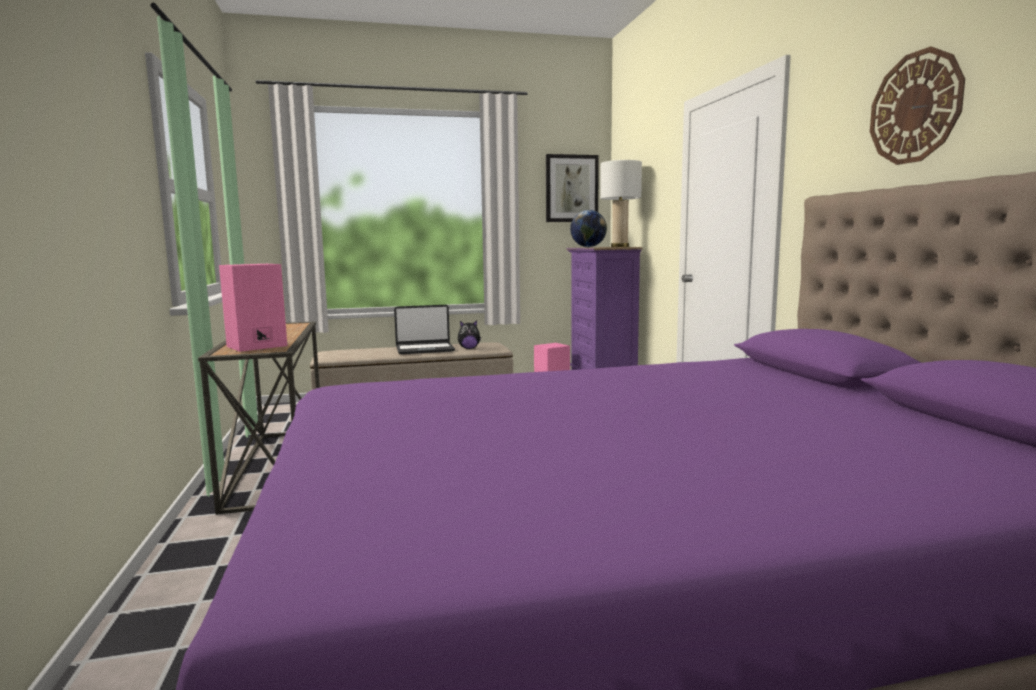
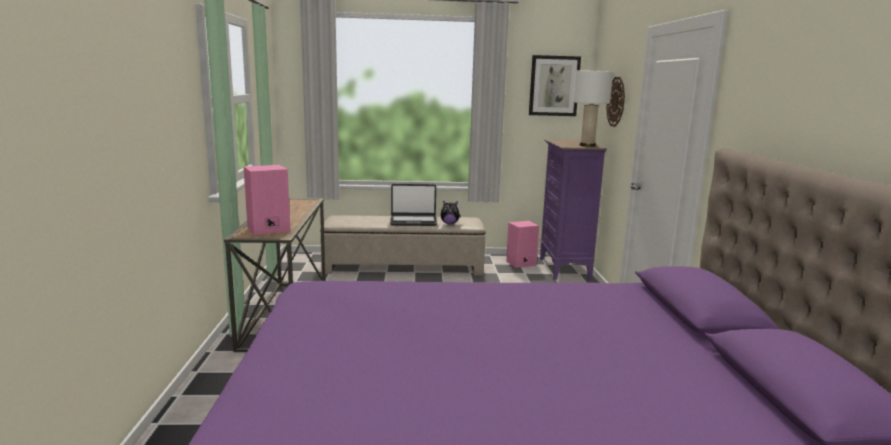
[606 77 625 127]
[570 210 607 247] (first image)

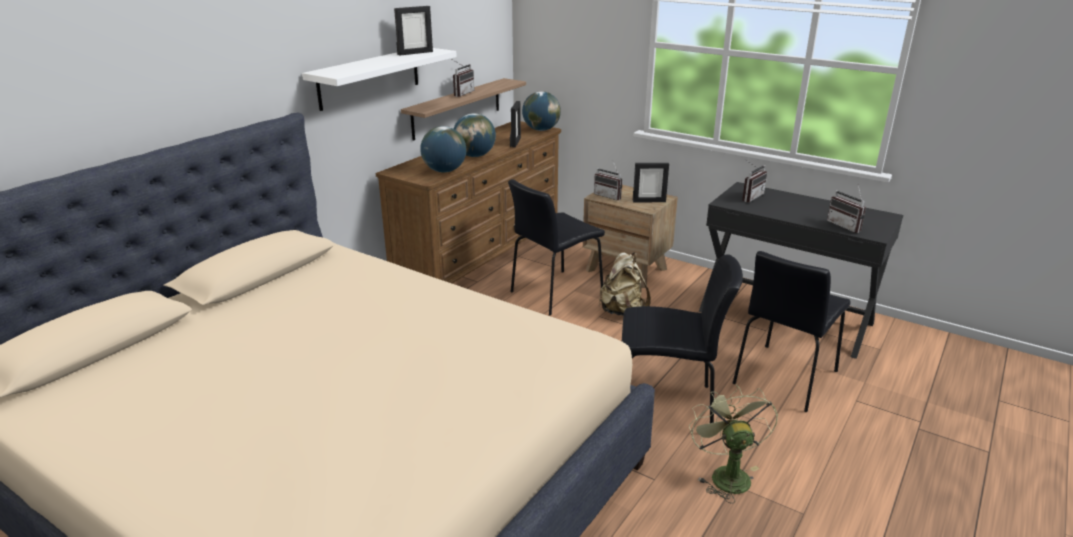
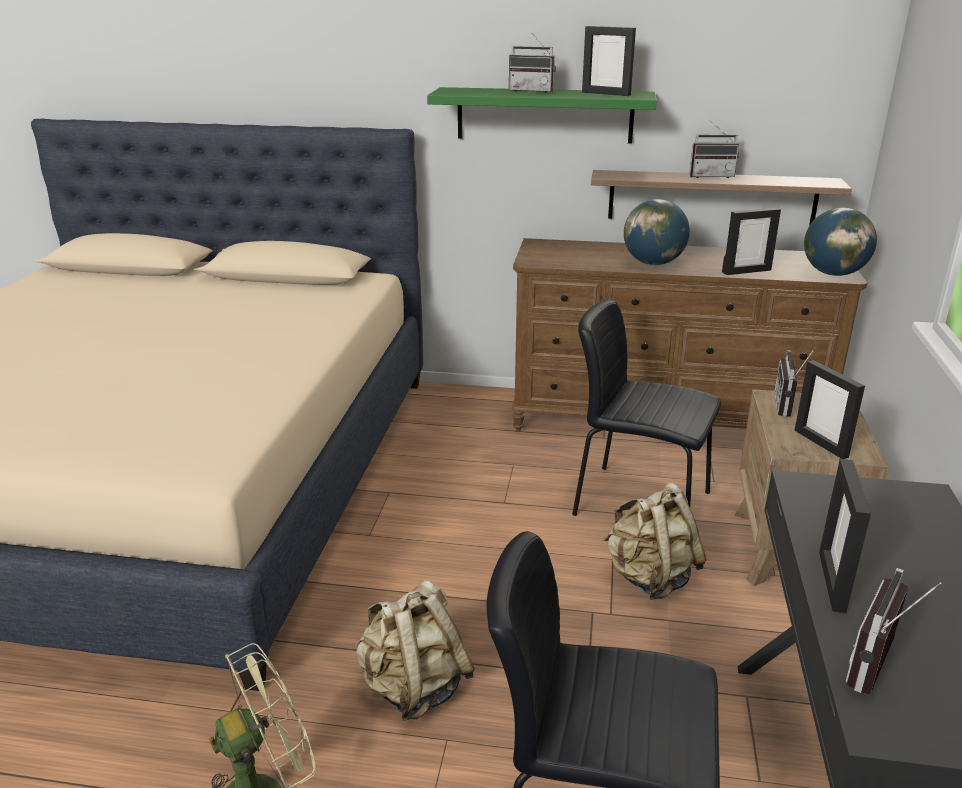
[356 580 475 721]
[427 87 657 144]
[509 33 556 93]
[819 459 871 613]
[420 126 466 173] (first image)

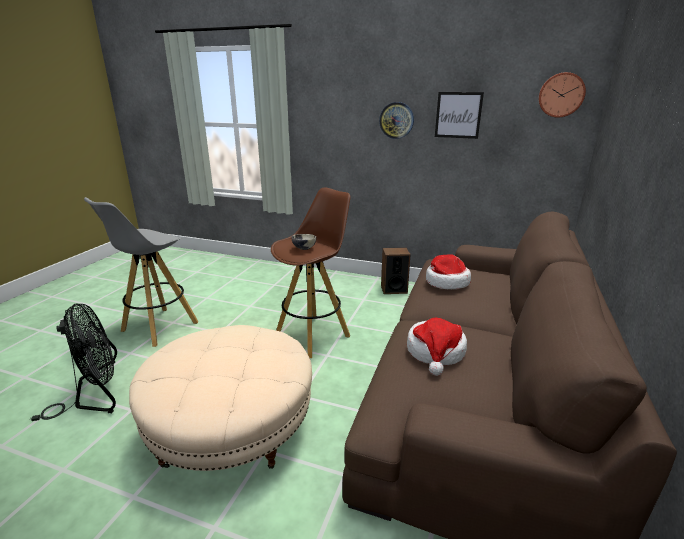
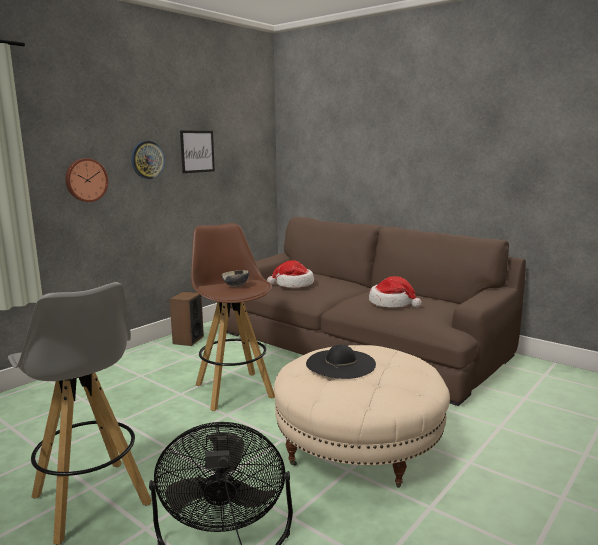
[65 158 108 202]
[306 344 376 379]

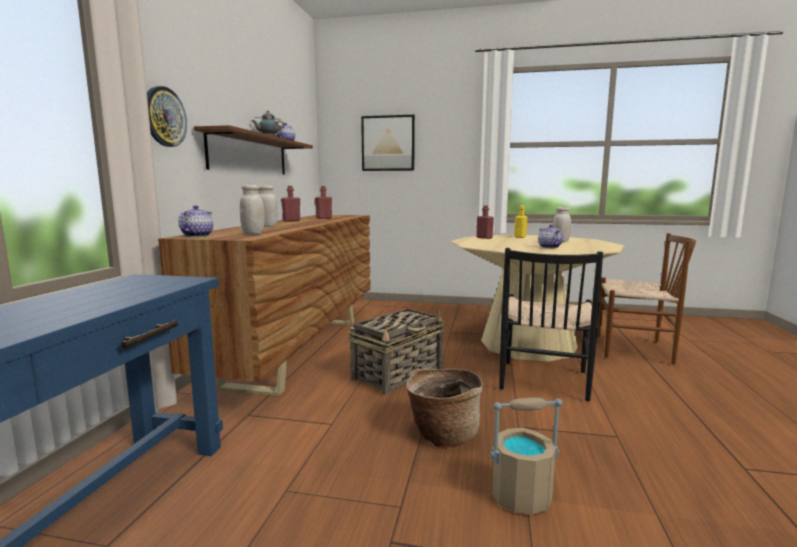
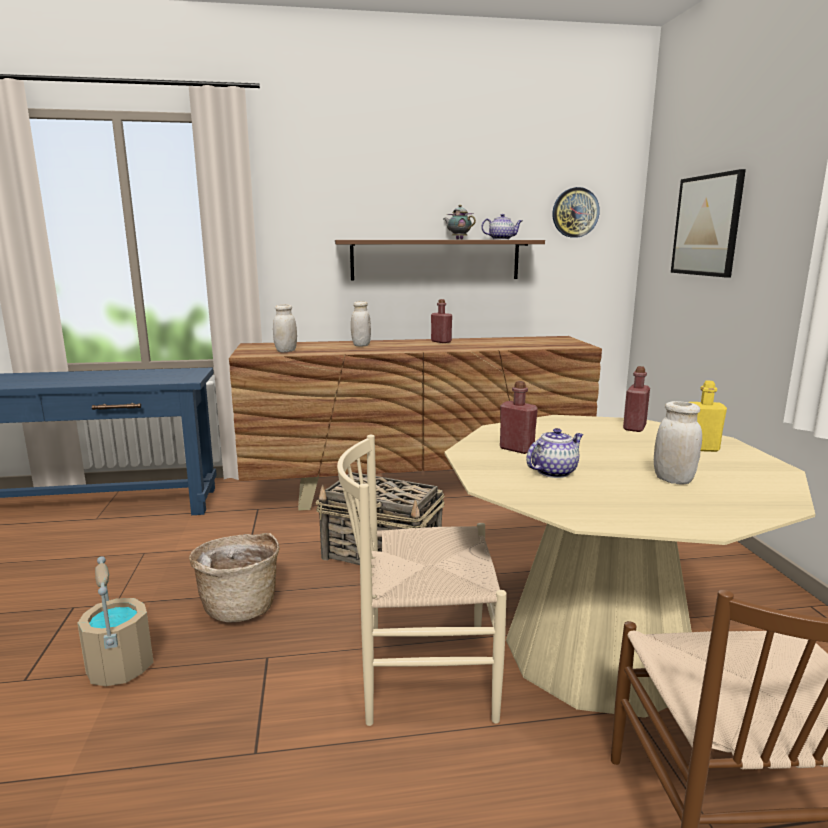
[337 435 507 726]
[500 381 538 454]
[552 187 600 238]
[178 205 213 237] (first image)

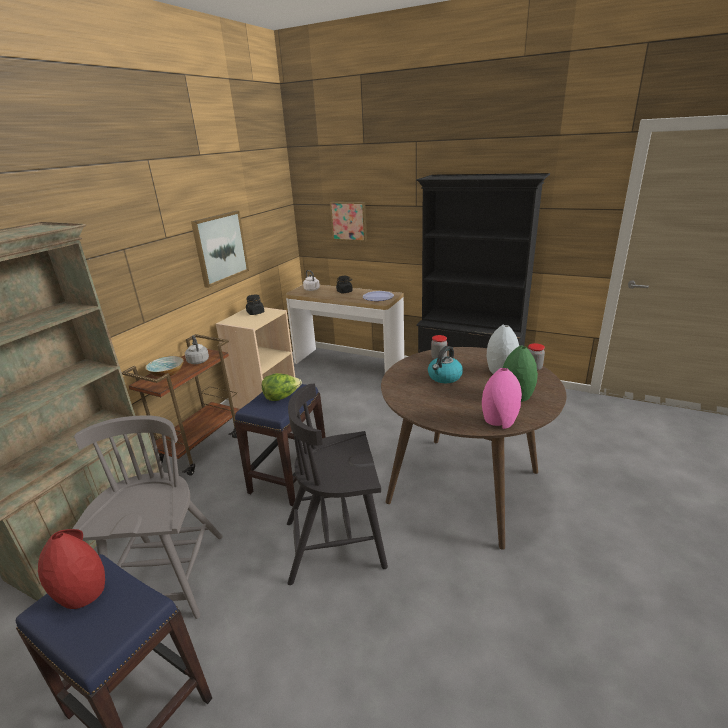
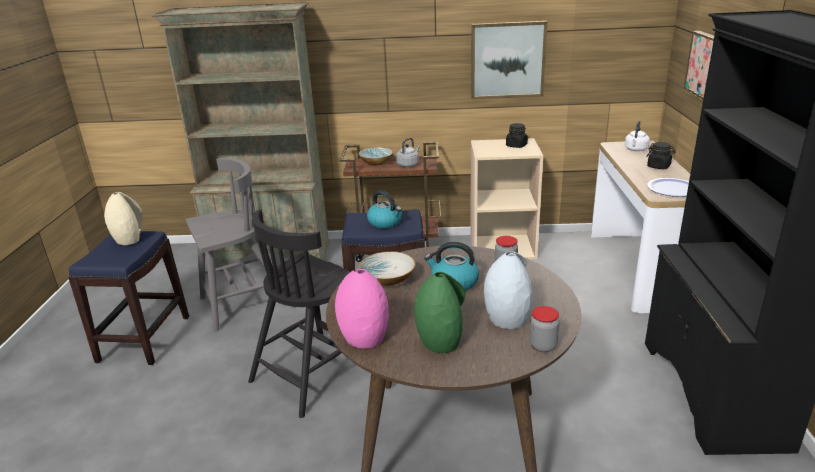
[104 192 142 245]
[248 209 350 418]
[359 251 416 286]
[367 191 402 228]

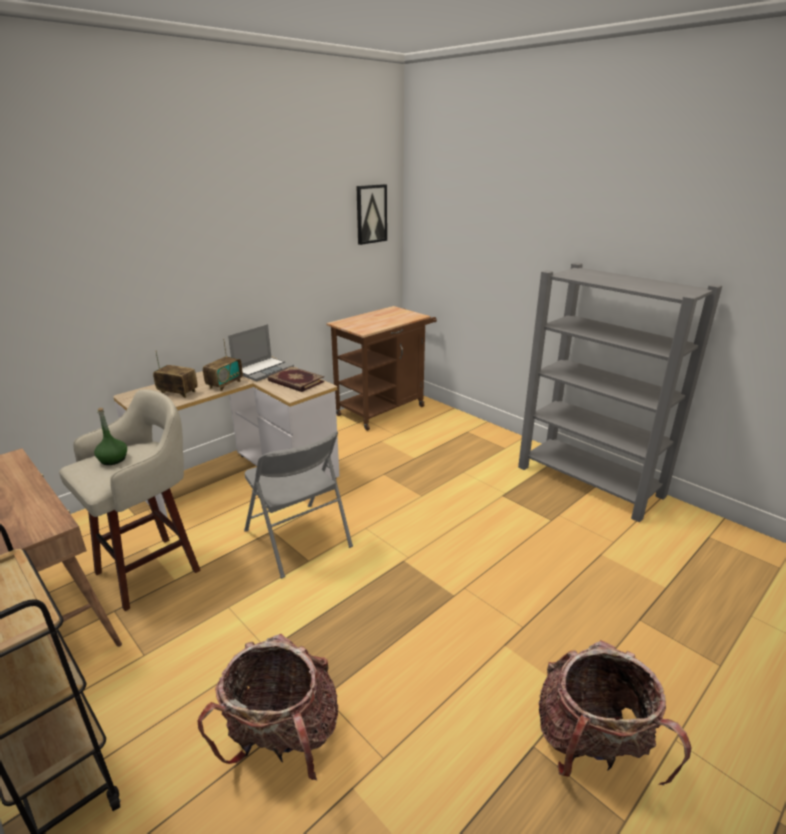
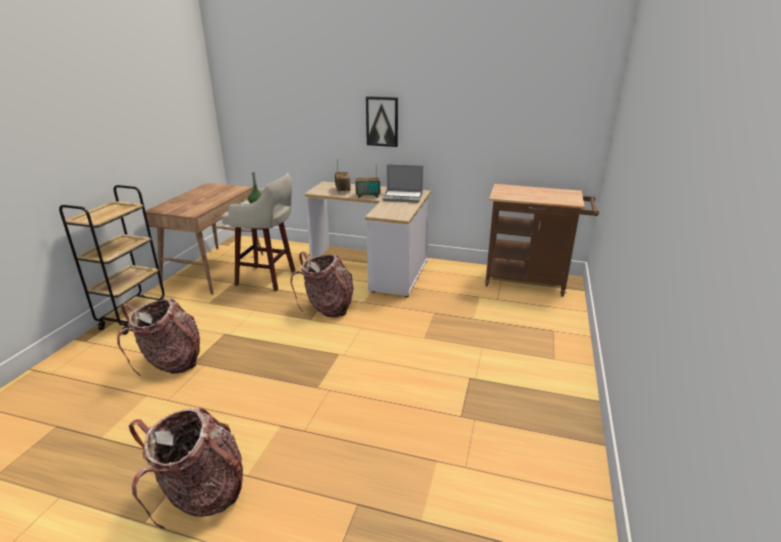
[290 252 354 318]
[366 96 398 147]
[268 366 325 392] (first image)
[518 262 722 522] (first image)

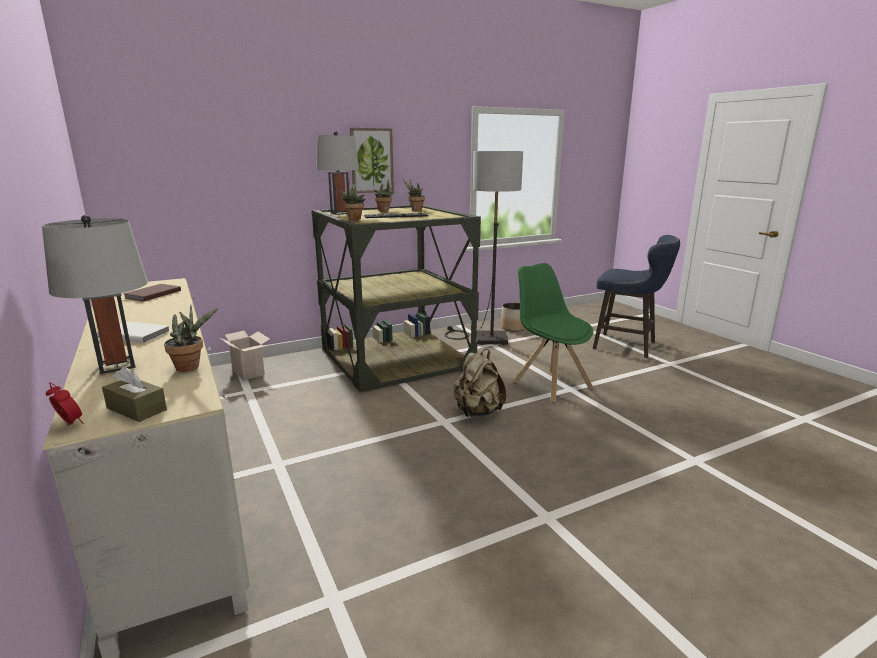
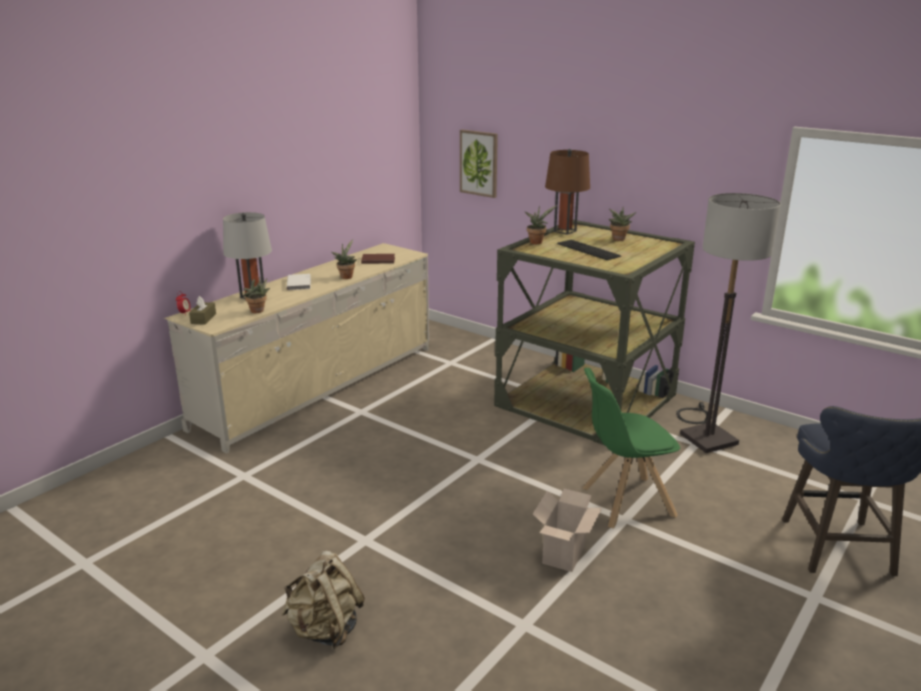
[281 550 365 649]
[331 240 357 279]
[460 130 498 198]
[532 489 602 572]
[545 149 590 235]
[582 368 680 529]
[501 303 525 332] (first image)

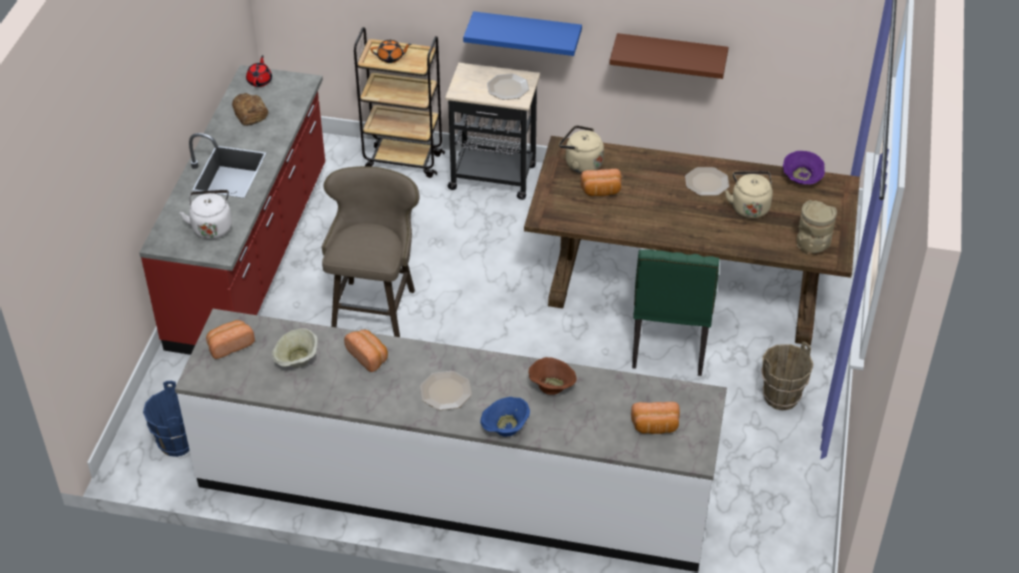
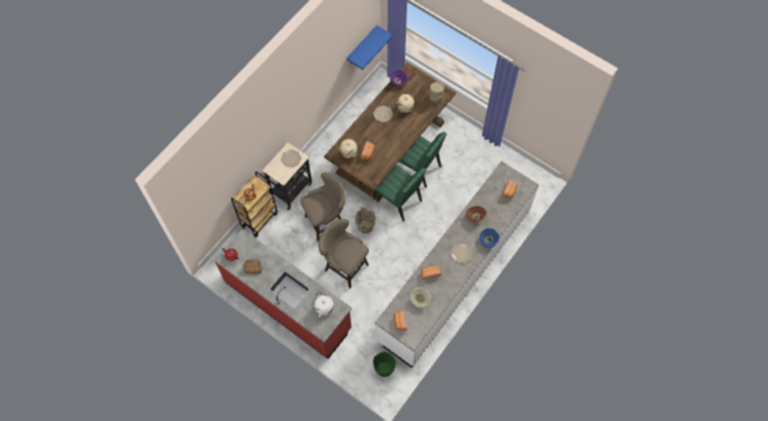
[300 172 346 241]
[346 25 393 70]
[355 207 376 234]
[372 165 426 221]
[373 352 396 377]
[610 33 729 79] (first image)

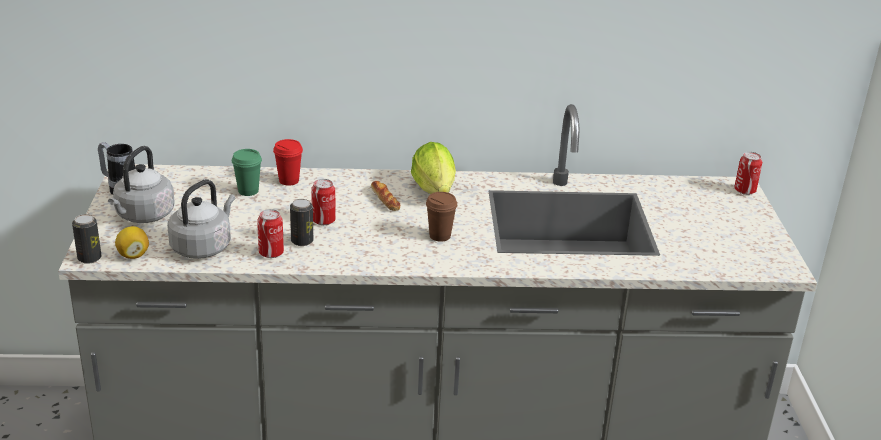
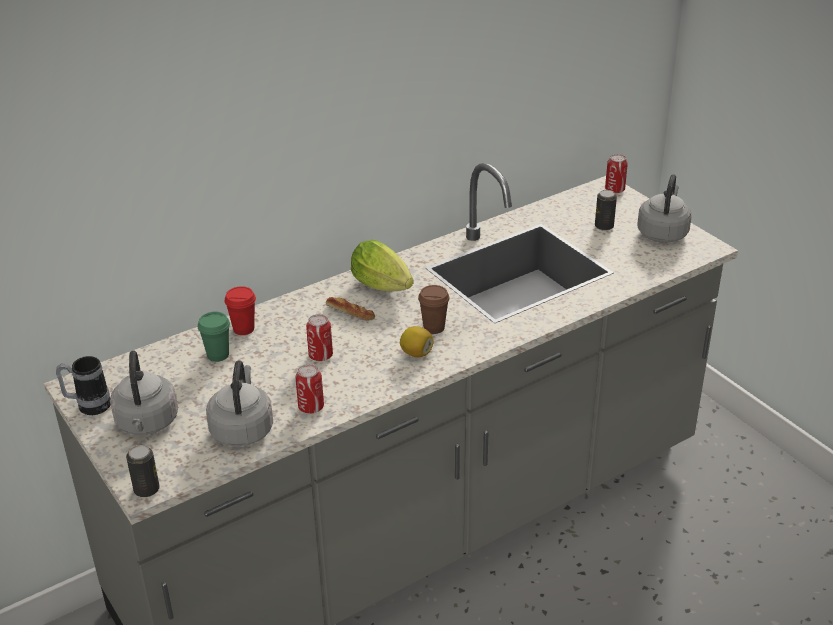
[400 326 433 357]
[595 190 617 231]
[638 174 691 243]

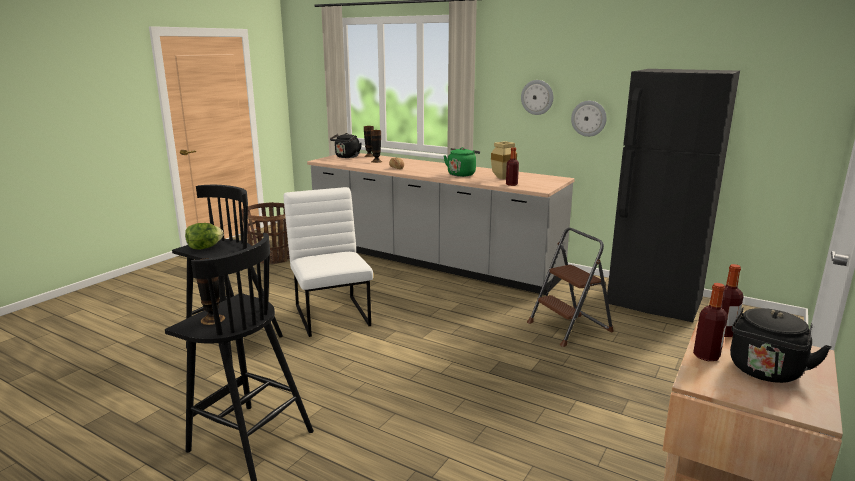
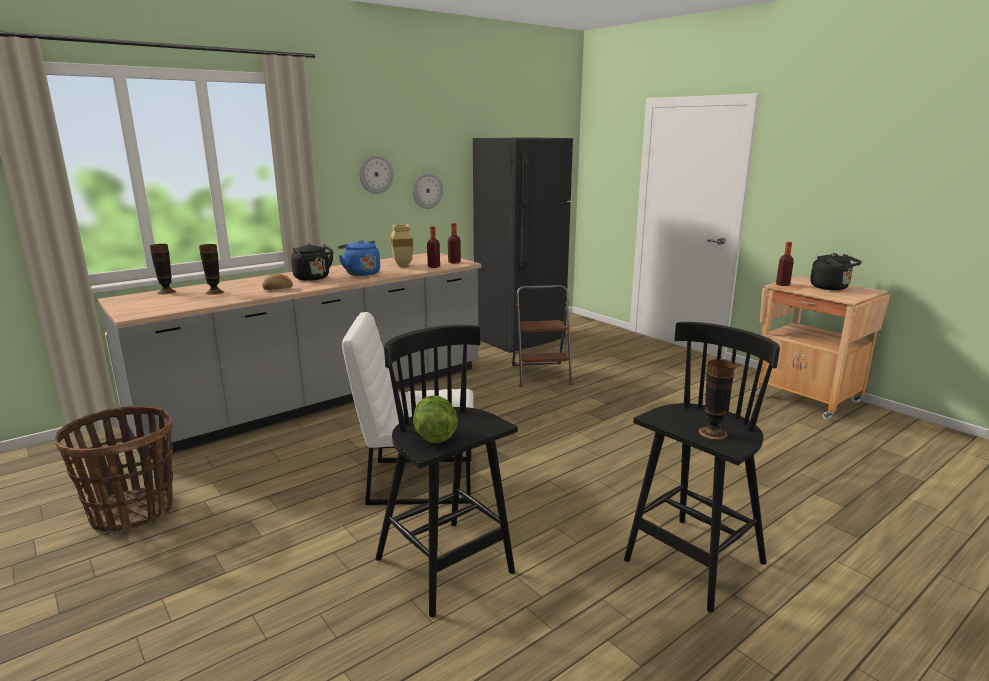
[291 243 334 281]
[338 240 380 276]
[448 223 461 264]

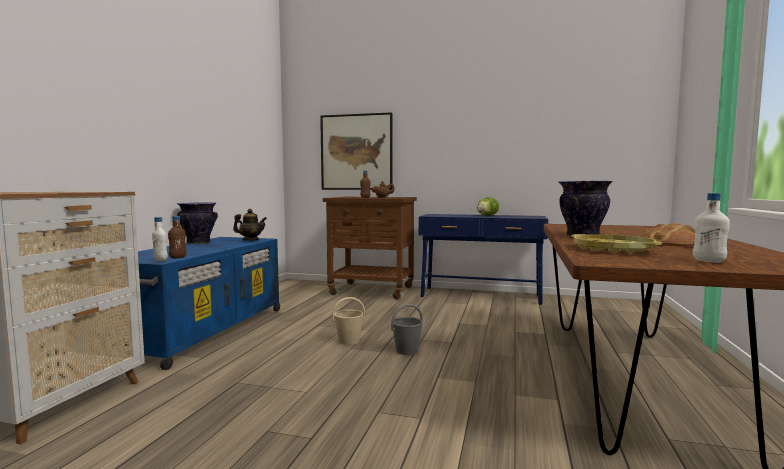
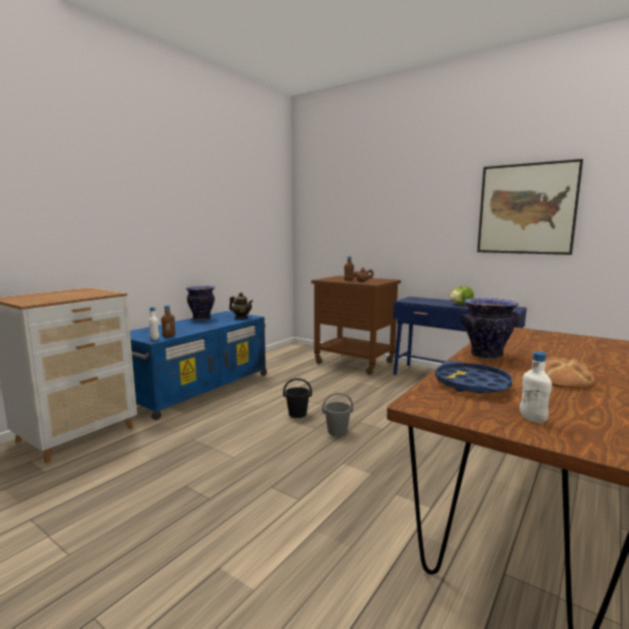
[283 378 312 418]
[435 361 512 394]
[477 159 583 255]

